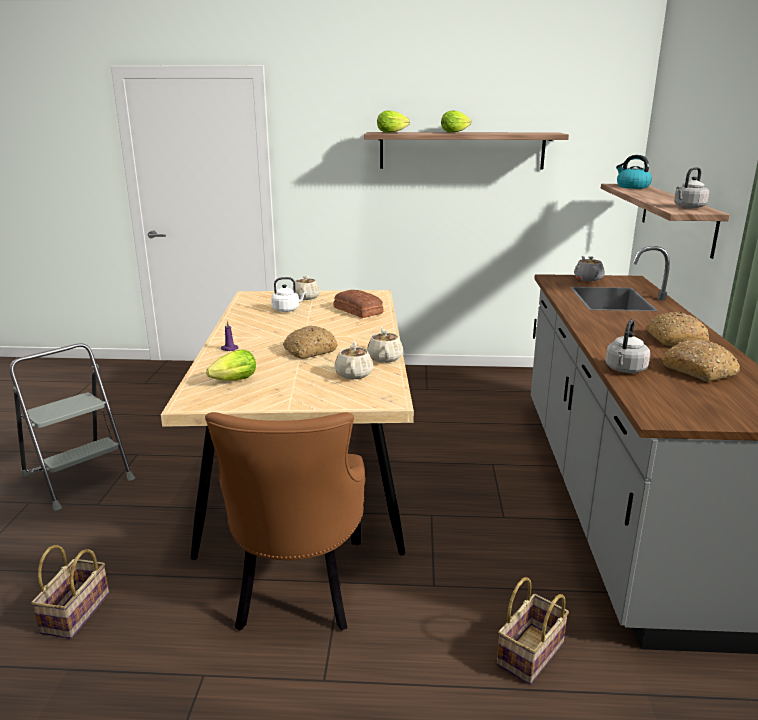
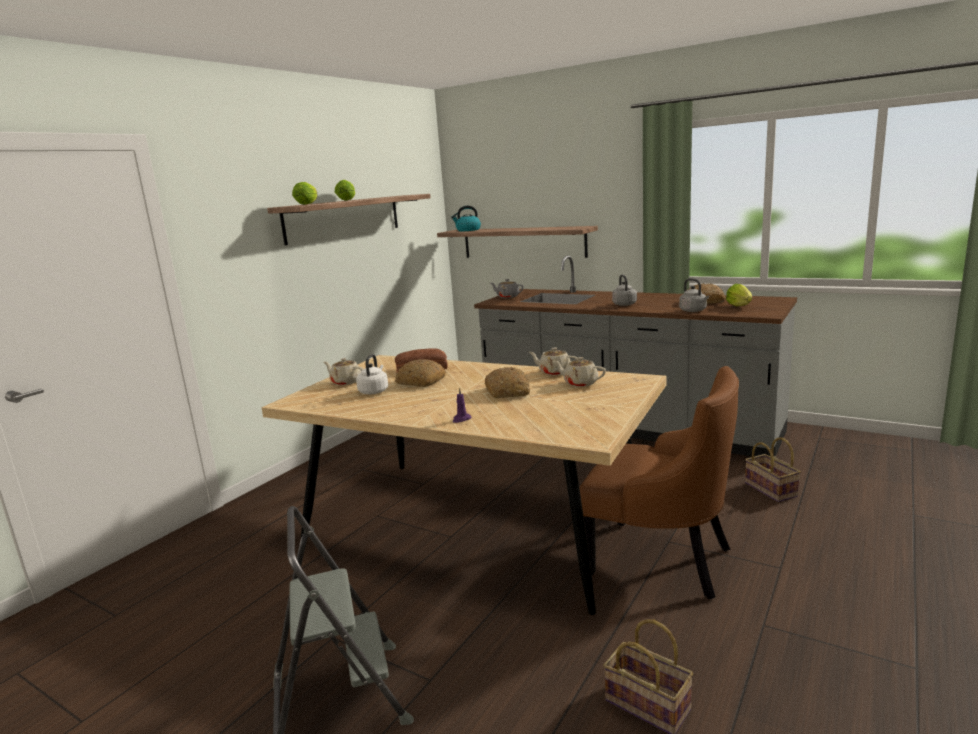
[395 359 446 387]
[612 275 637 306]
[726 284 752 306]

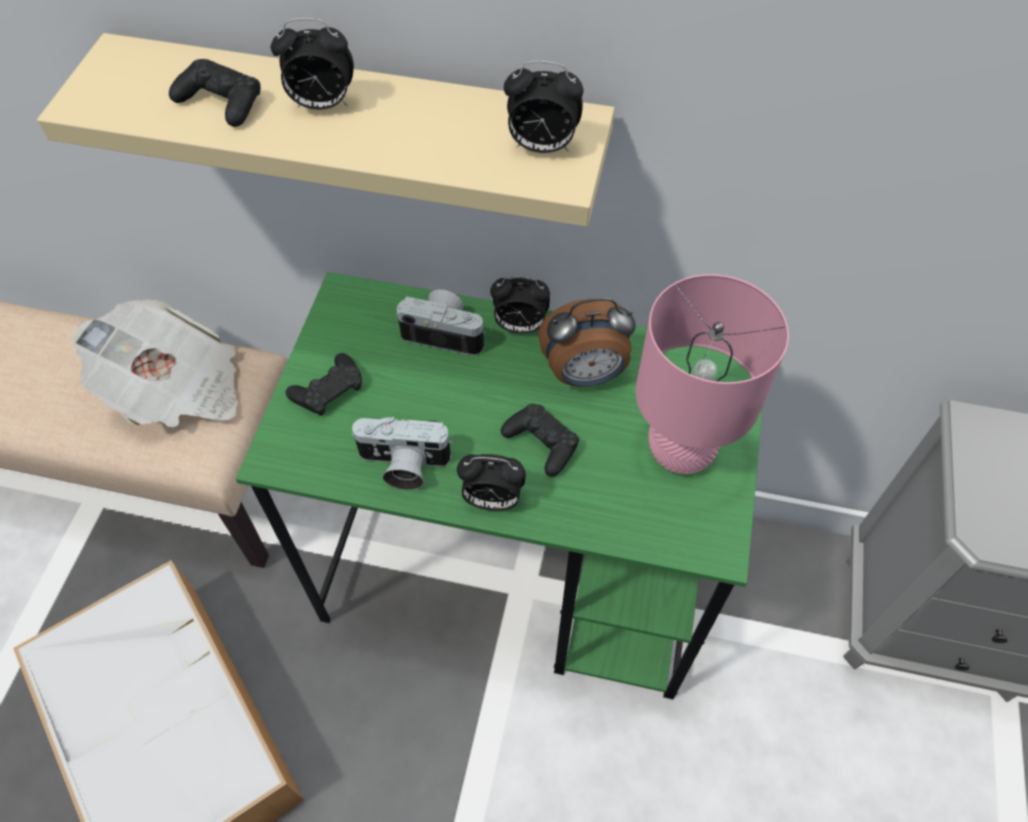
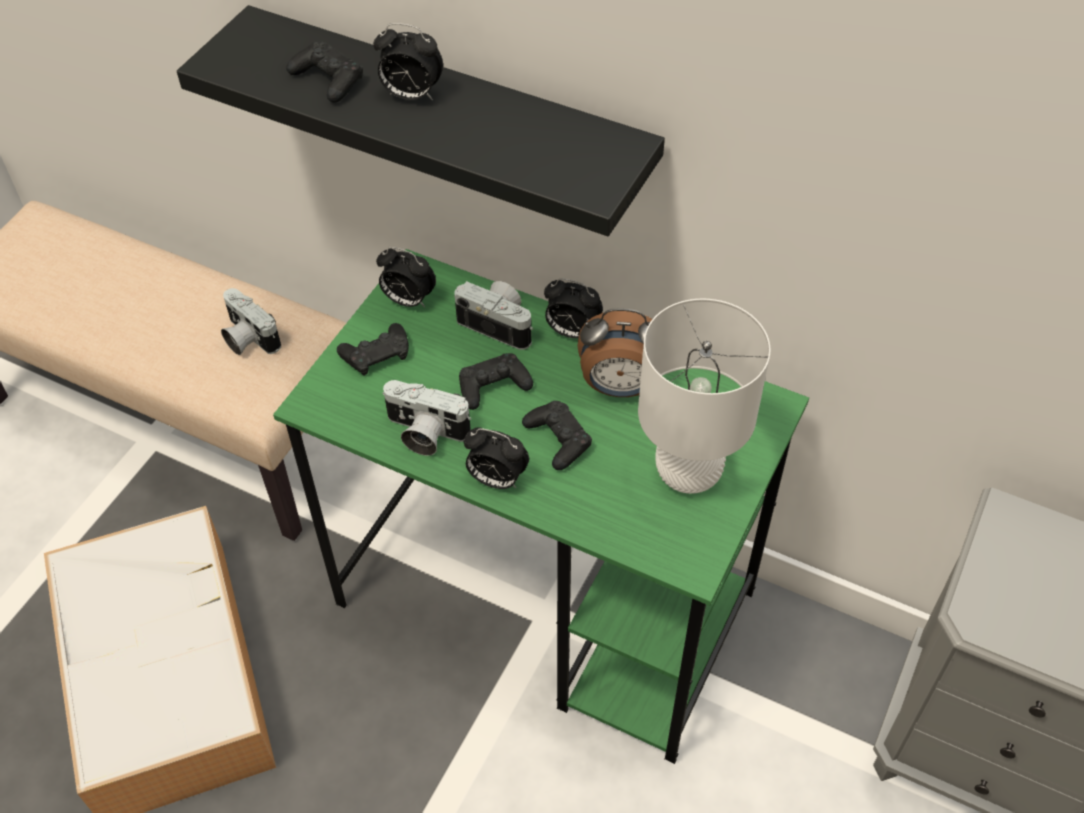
[177 5 665 236]
[221 288 281 355]
[376 247 436 307]
[459 353 533 410]
[638 299 770 494]

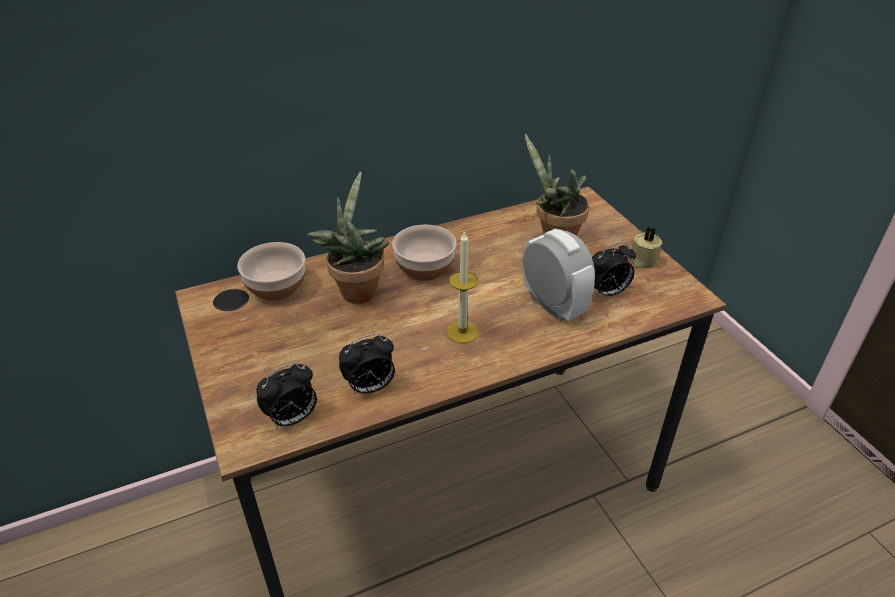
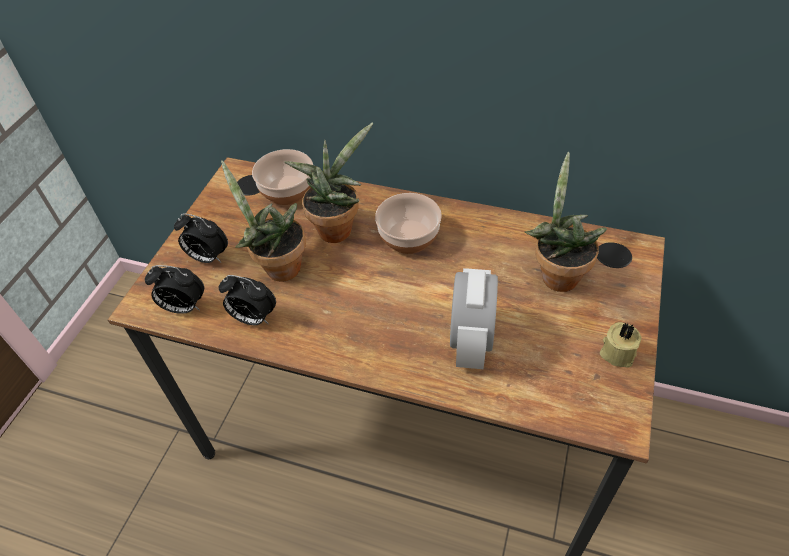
[174 213 228 263]
[221 161 306 282]
[446 231 479 343] (first image)

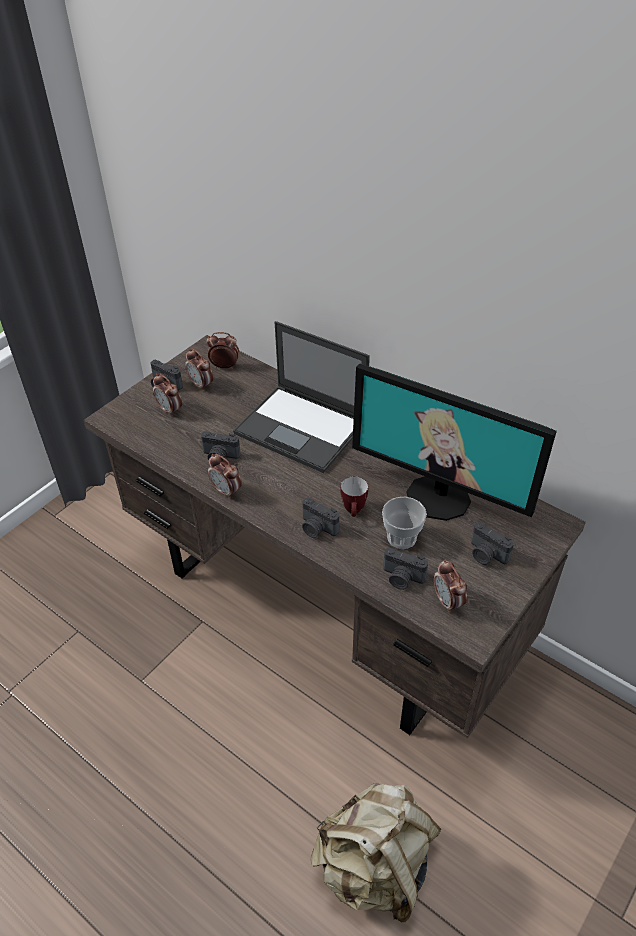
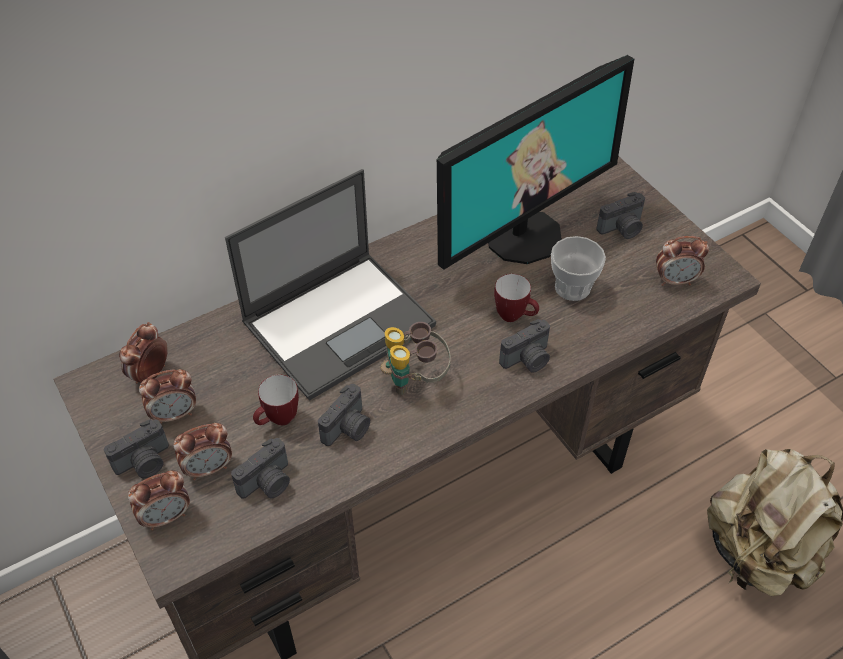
[128 470 190 530]
[231 438 290 499]
[253 375 299 425]
[380 322 451 395]

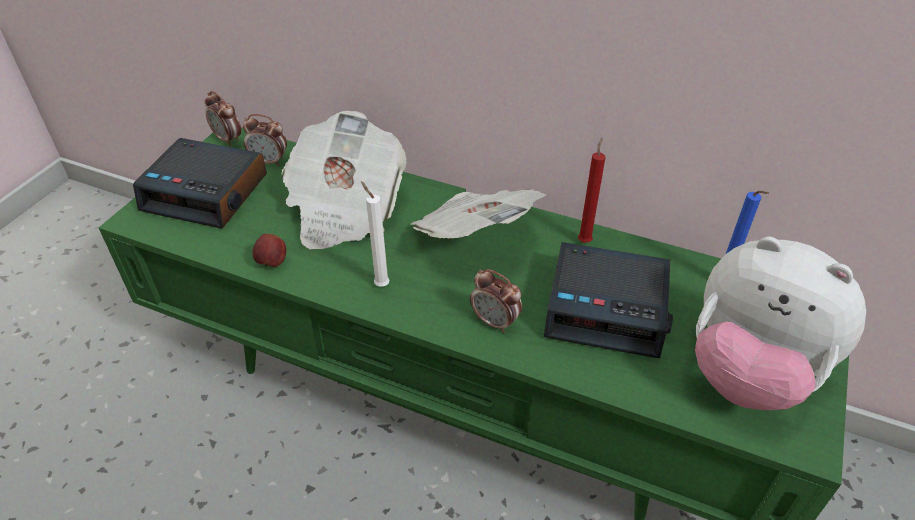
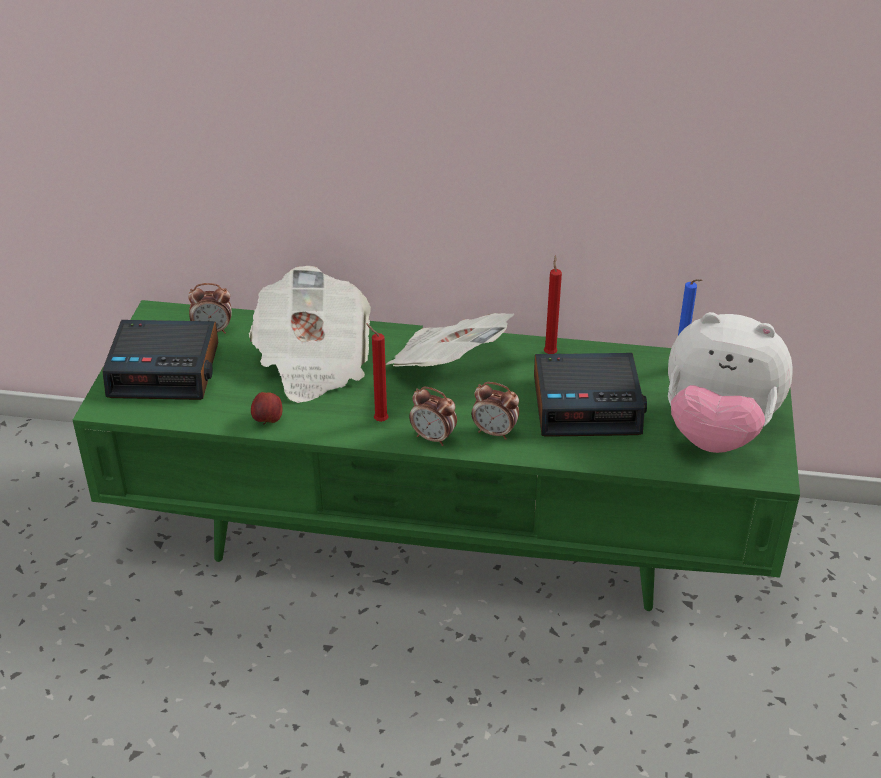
[366 323 389 422]
[409 387 457 446]

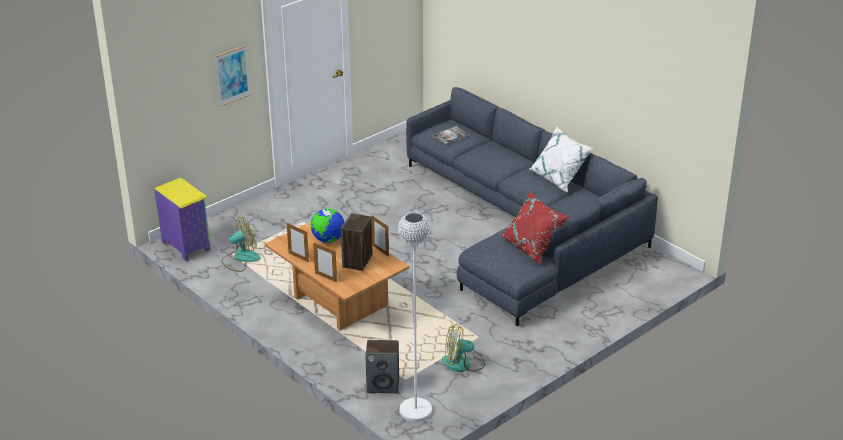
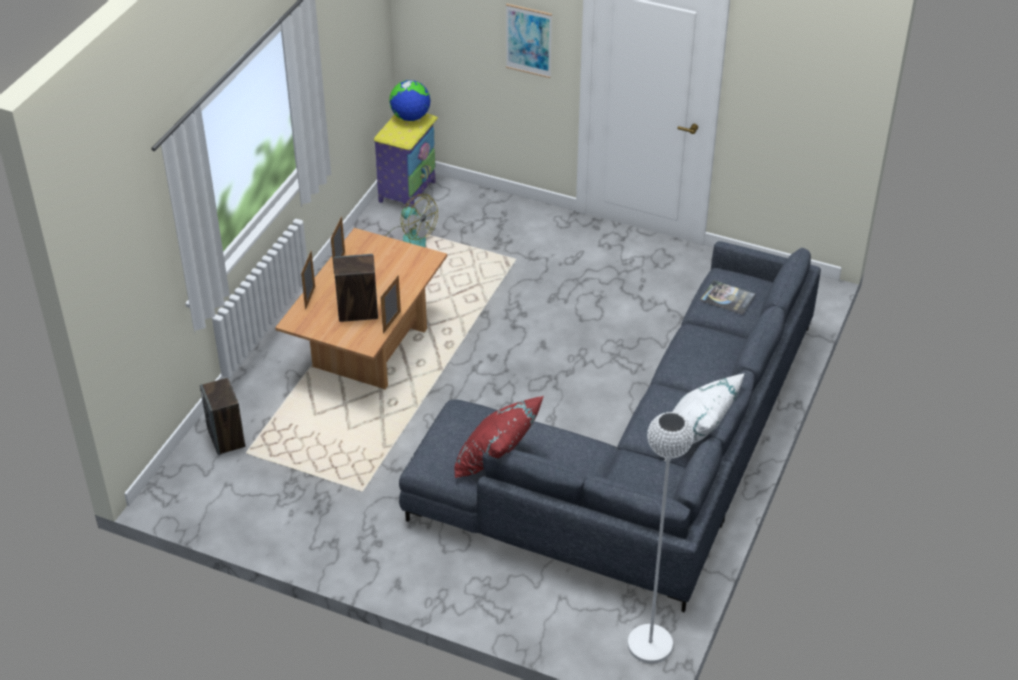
[389 80 430 121]
[628 412 694 664]
[442 324 485 372] (first image)

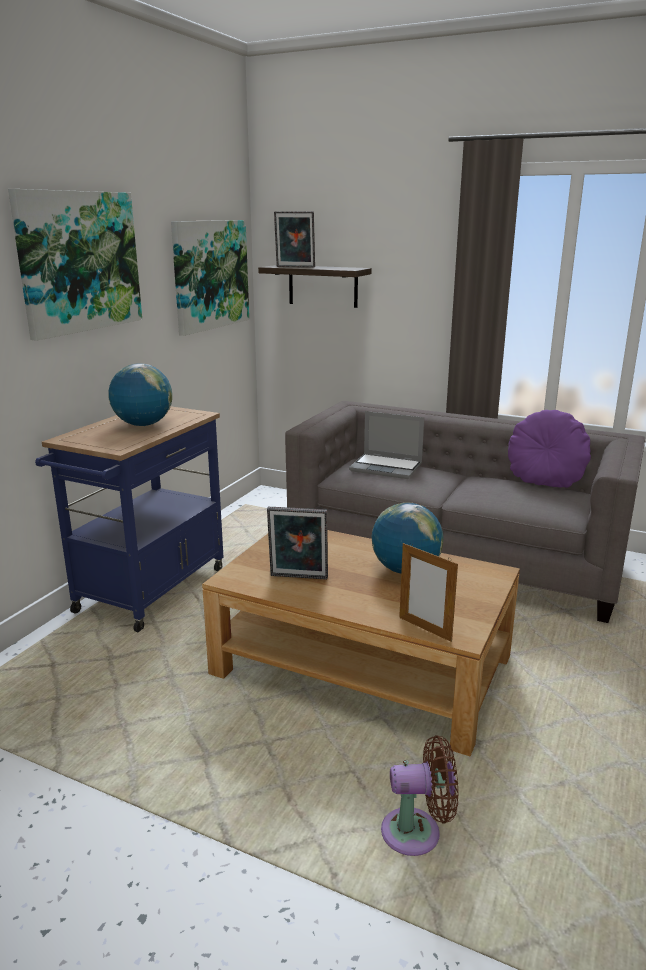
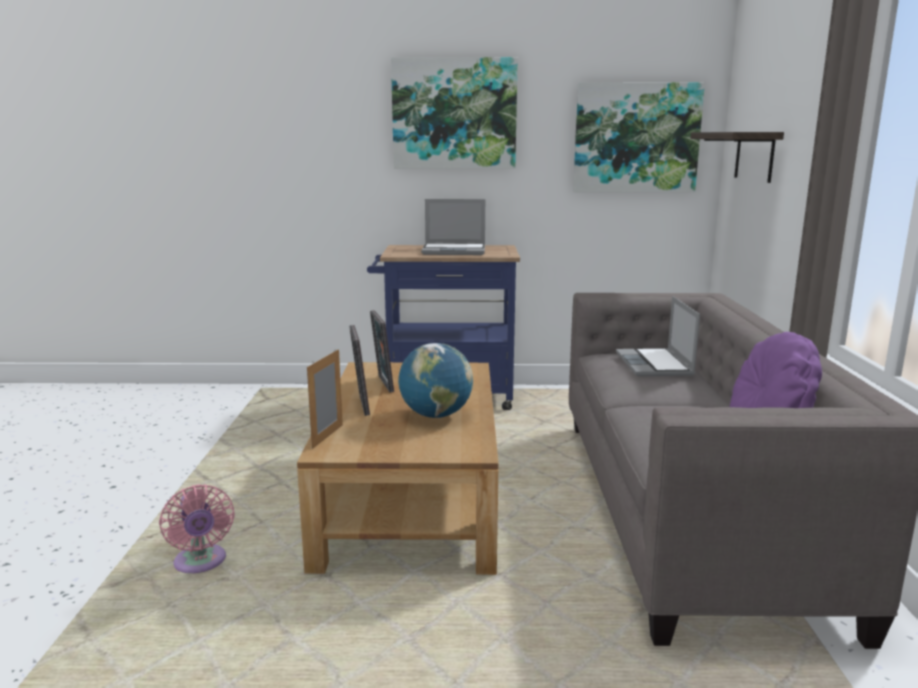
[159 484 235 573]
[349 325 370 416]
[421 199 485 255]

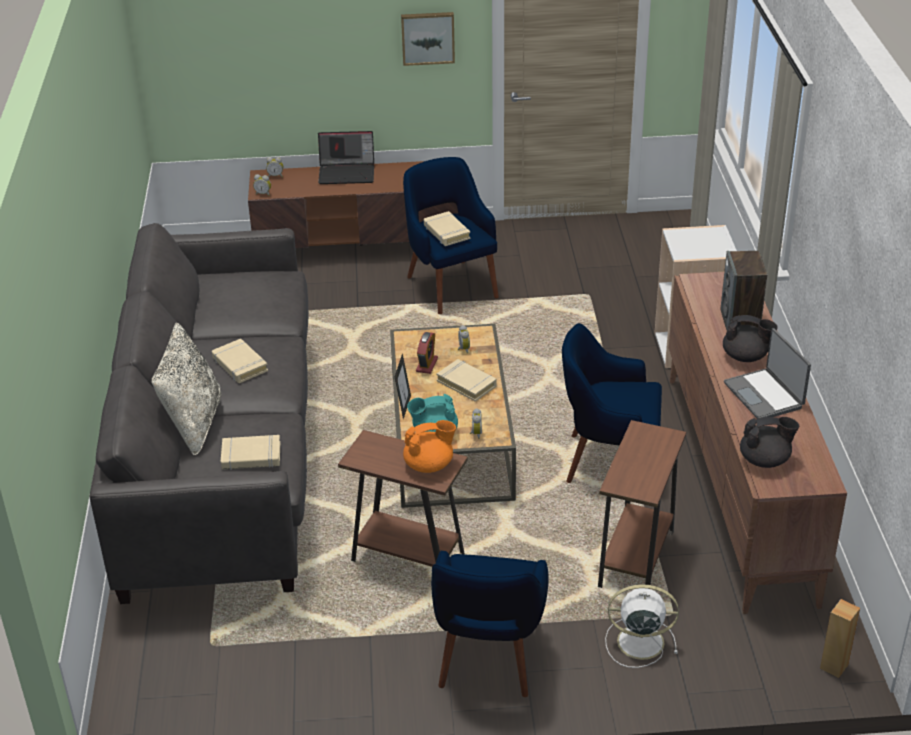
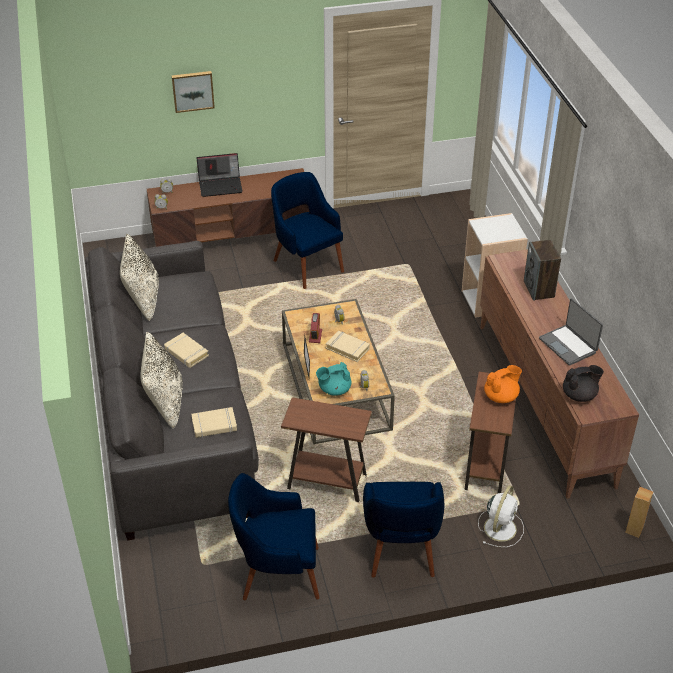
[120 234 159 321]
[172 71 215 113]
[228 473 320 600]
[478 485 524 547]
[484 365 522 403]
[424 211 470 246] (first image)
[723 315 778 362] (first image)

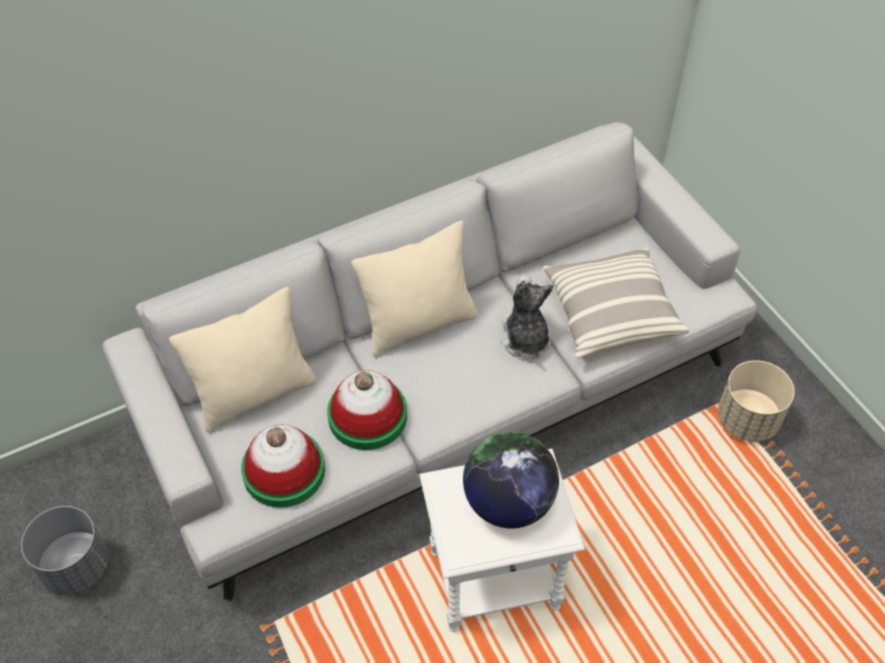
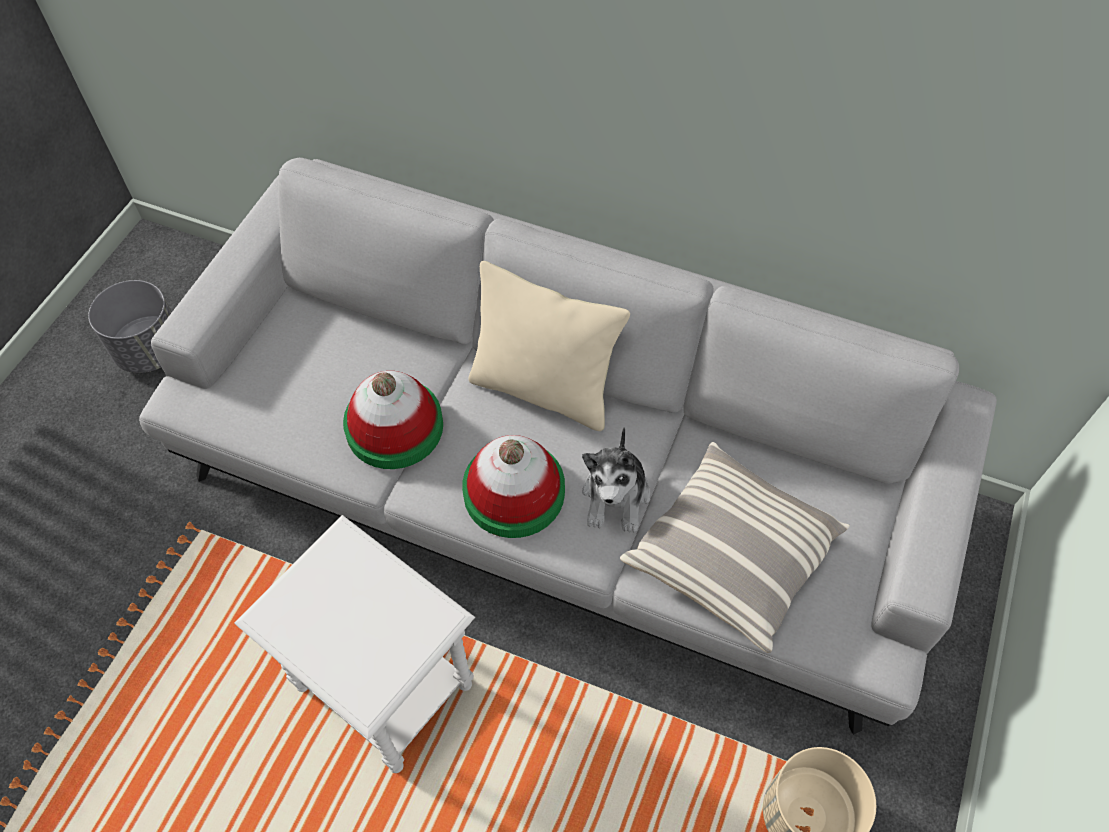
[462 435 565 538]
[582 427 650 533]
[169 287 316 432] (first image)
[463 432 559 529] (first image)

